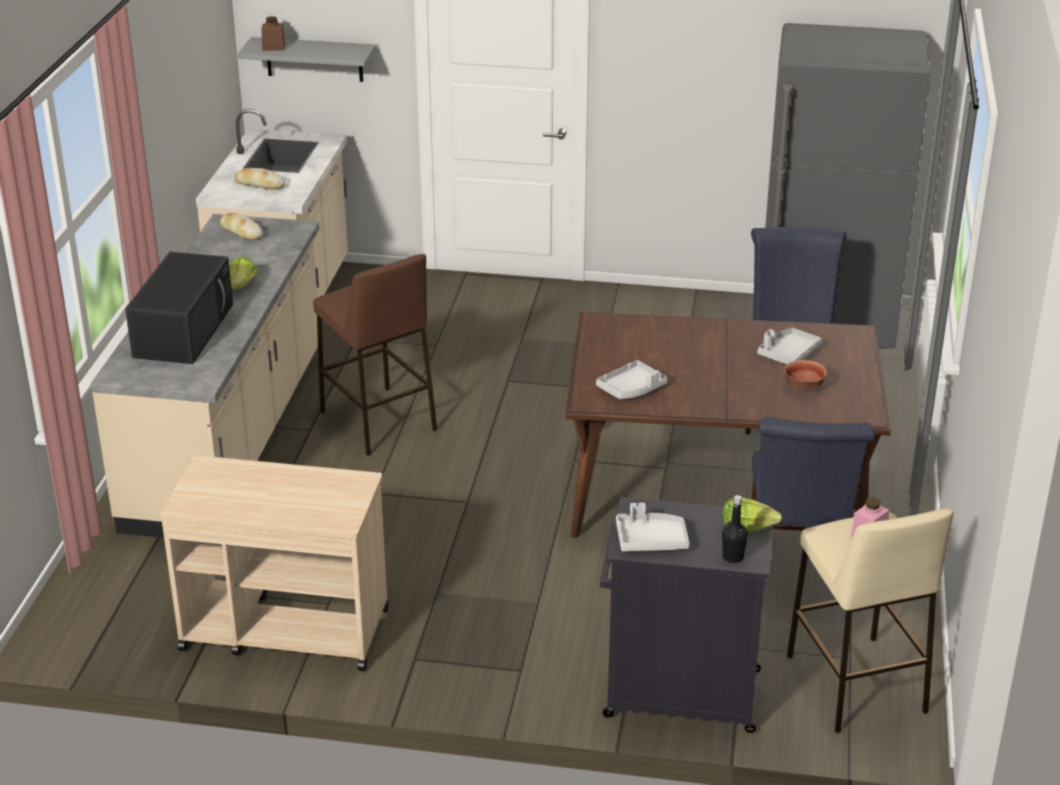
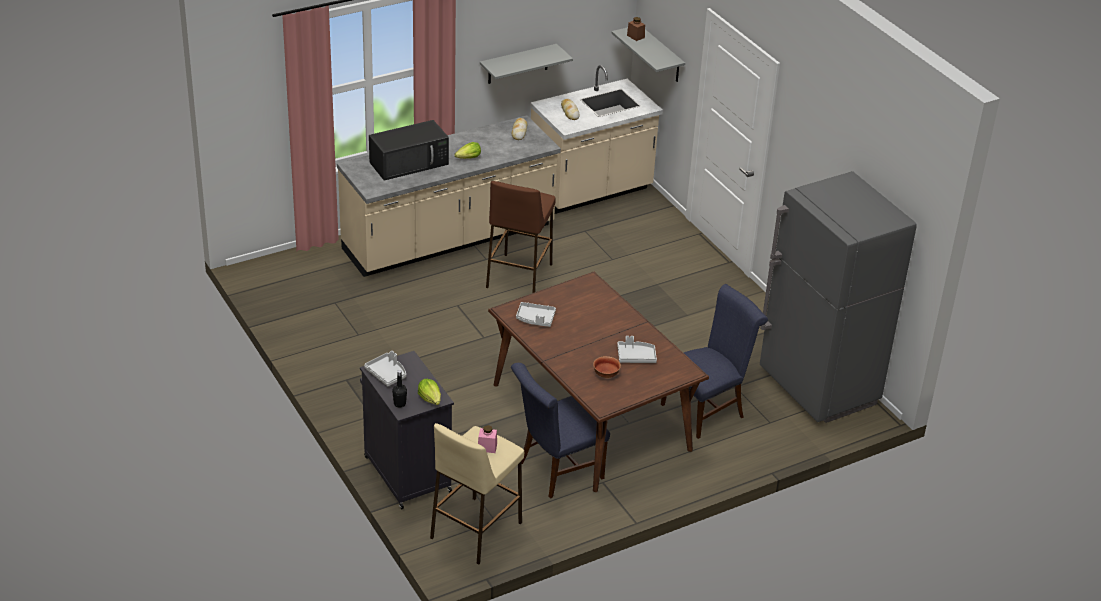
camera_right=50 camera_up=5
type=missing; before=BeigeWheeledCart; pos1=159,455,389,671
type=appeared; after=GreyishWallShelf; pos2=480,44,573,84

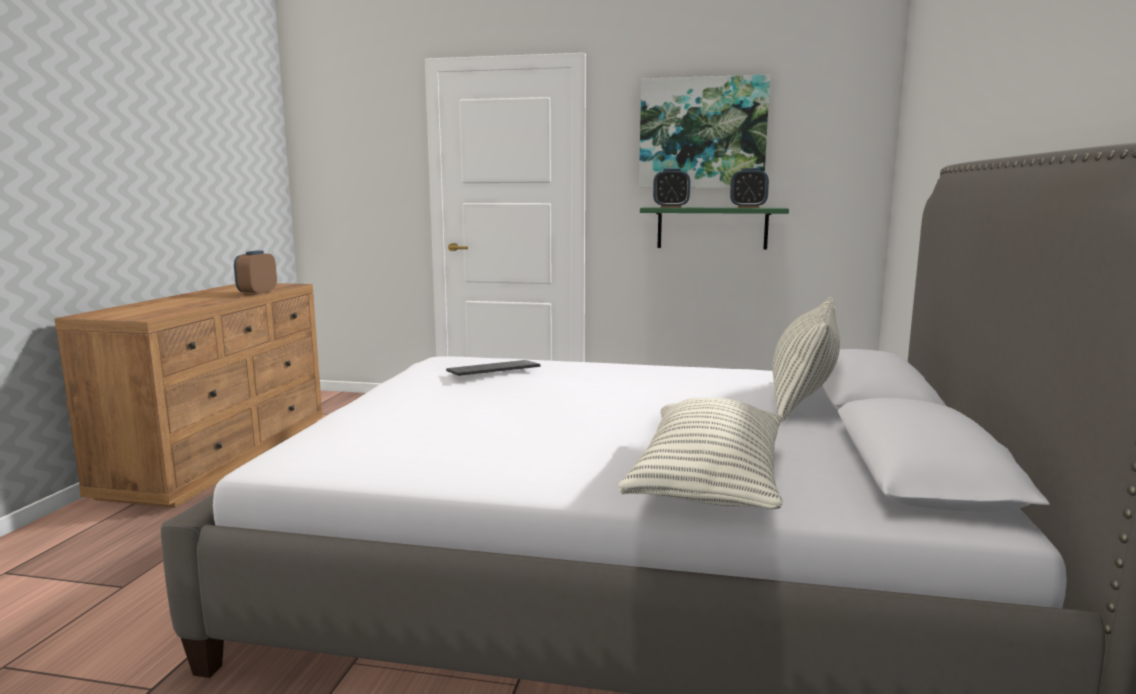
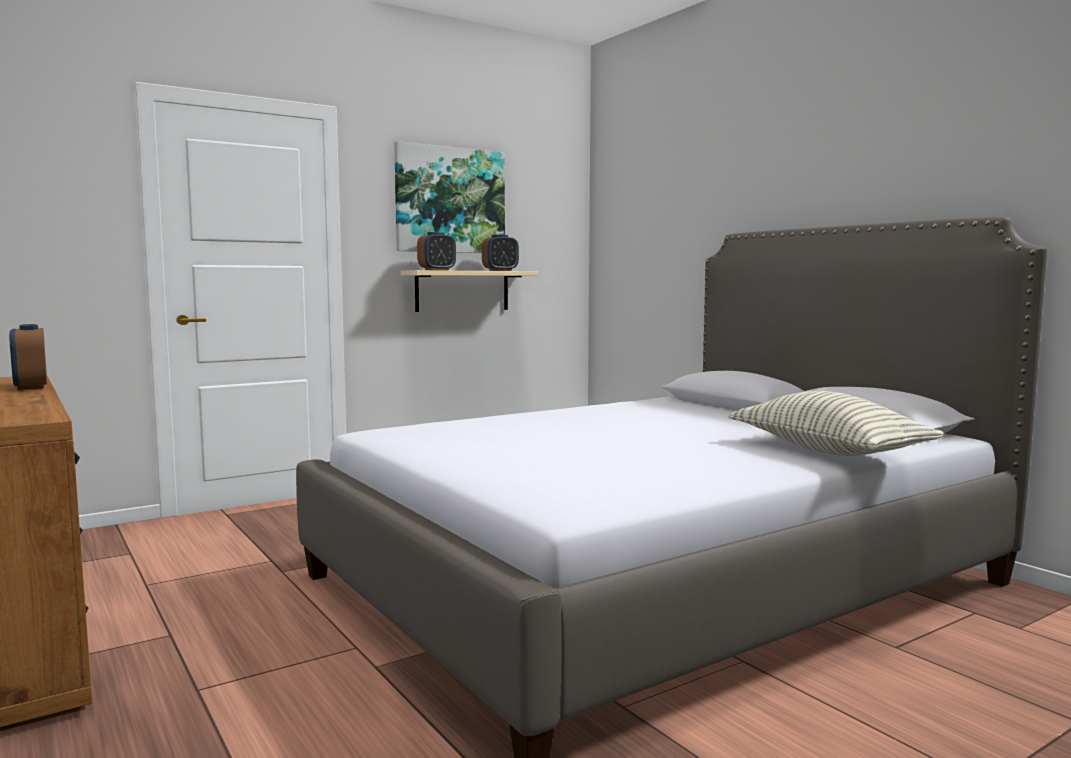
camera_right=-45 camera_up=-5
type=colour; before=GreenColouredWallShelf; after=BeigeWallShelf; pos1=640,207,789,250; pos2=401,270,538,312
type=missing; before=ThrowPillow; pos1=772,297,840,421
type=missing; before=ComputerKeyboard; pos1=446,360,540,376

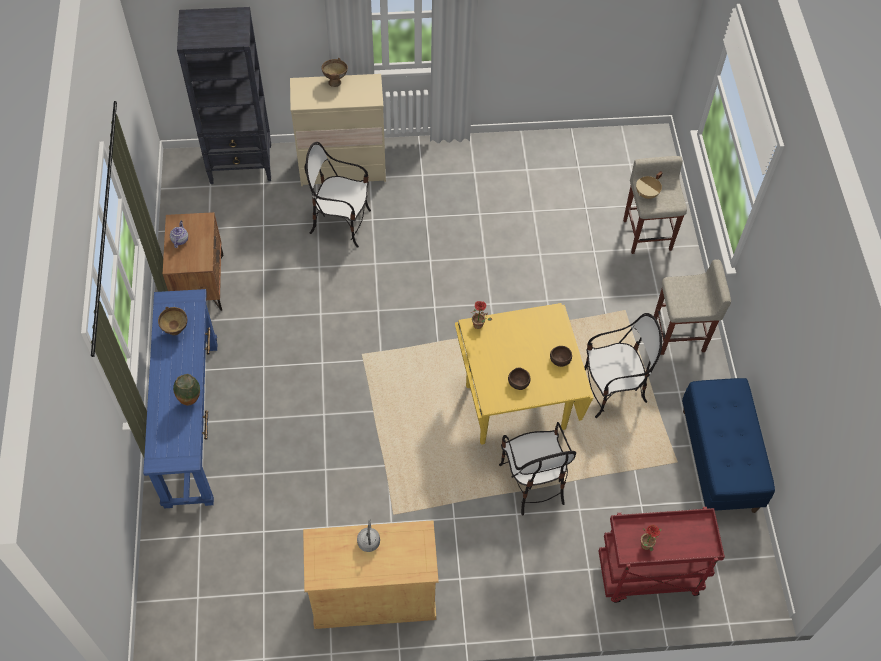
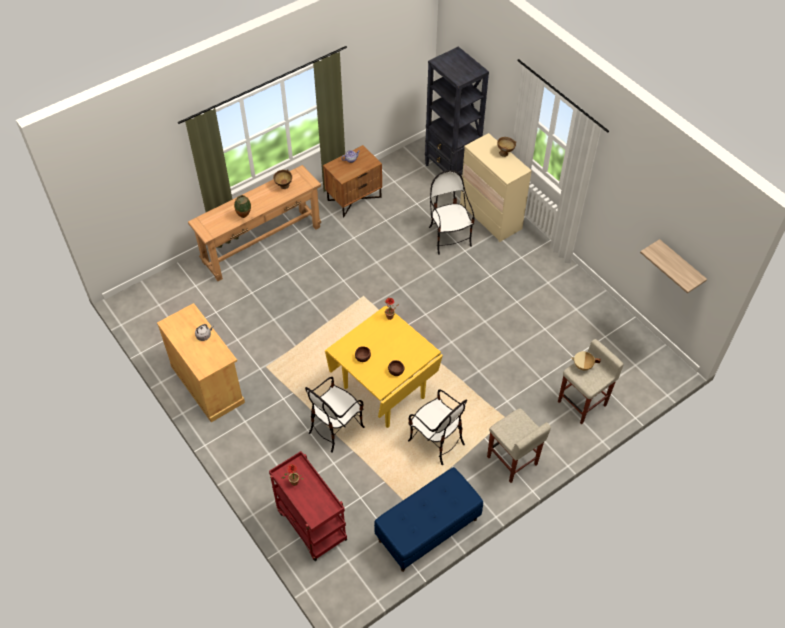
camera_right=60 camera_up=-5
type=colour; before=BlueColouredConsoleTable; after=BrownConsoleTable; pos1=143,289,217,509; pos2=188,165,321,281
type=appeared; after=WallShelf; pos2=640,239,707,293

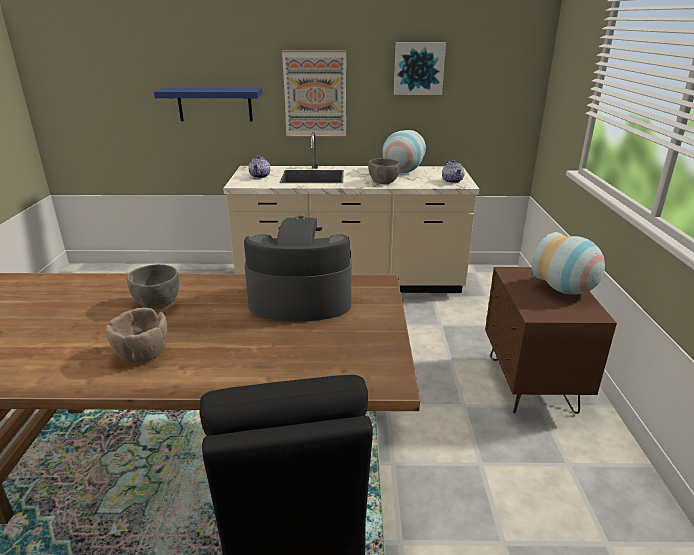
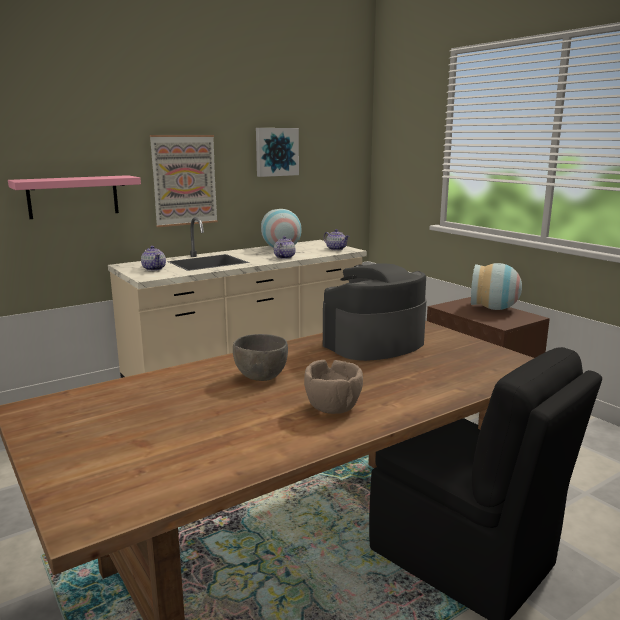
camera_right=-35 camera_up=-10
type=colour; before=BlueColouredWallShelf; after=PinkColouredWallShelf; pos1=154,88,263,121; pos2=8,175,141,219
type=exchanged; before=GreyishServingBowl; after=PotForTea; pos1=368,158,400,184; pos2=274,236,296,259

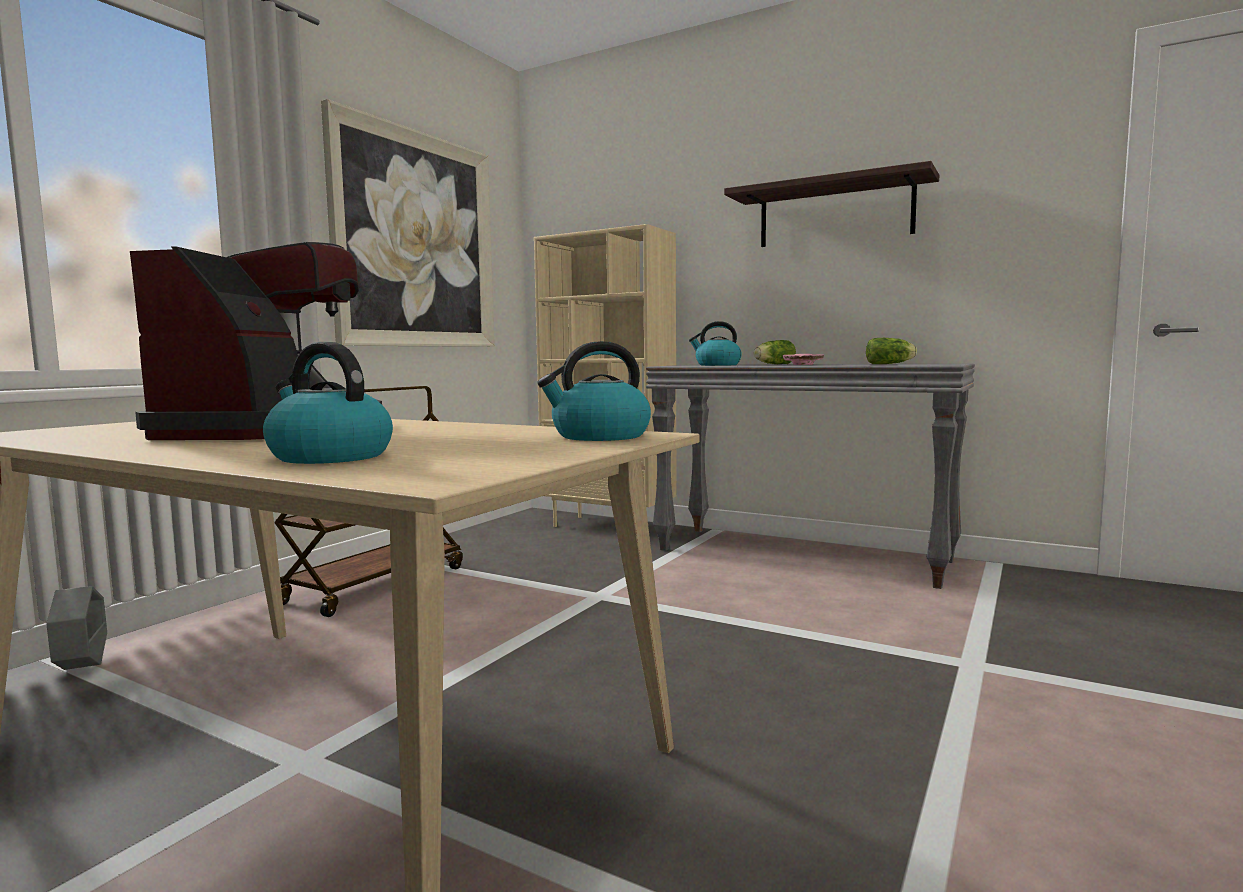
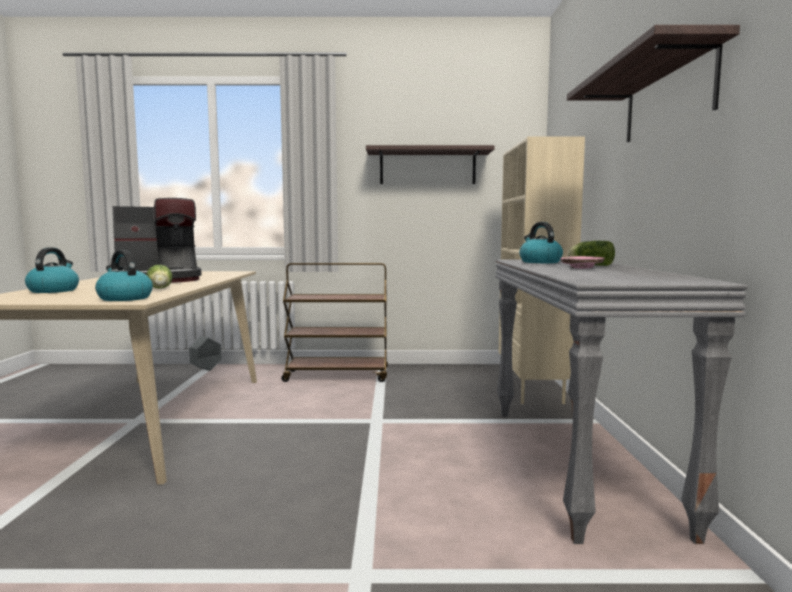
camera_right=60 camera_up=0
type=exchanged; before=WallArt; after=WallShelf; pos1=321,99,495,347; pos2=366,145,495,184
type=relocated; before=LettuceHead; pos1=866,338,917,364; pos2=146,265,173,289

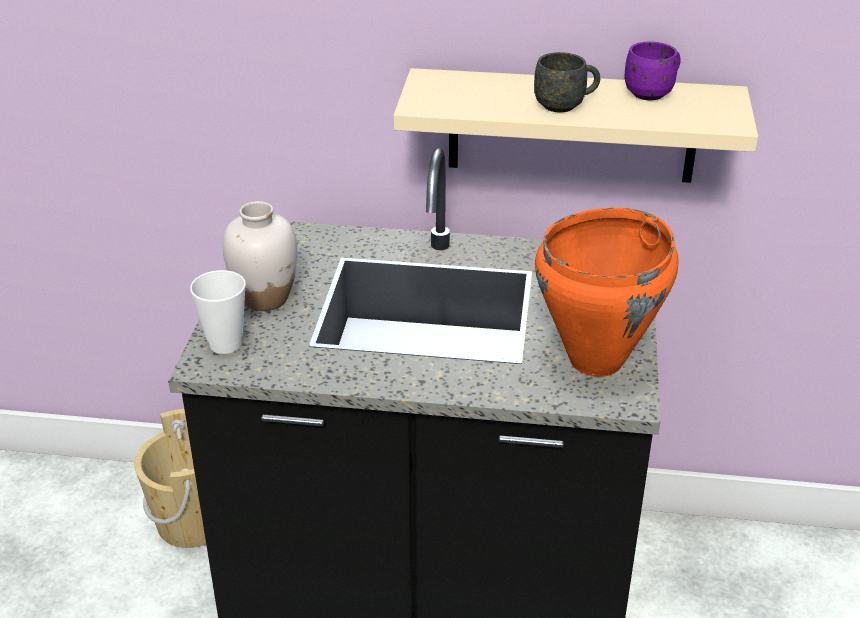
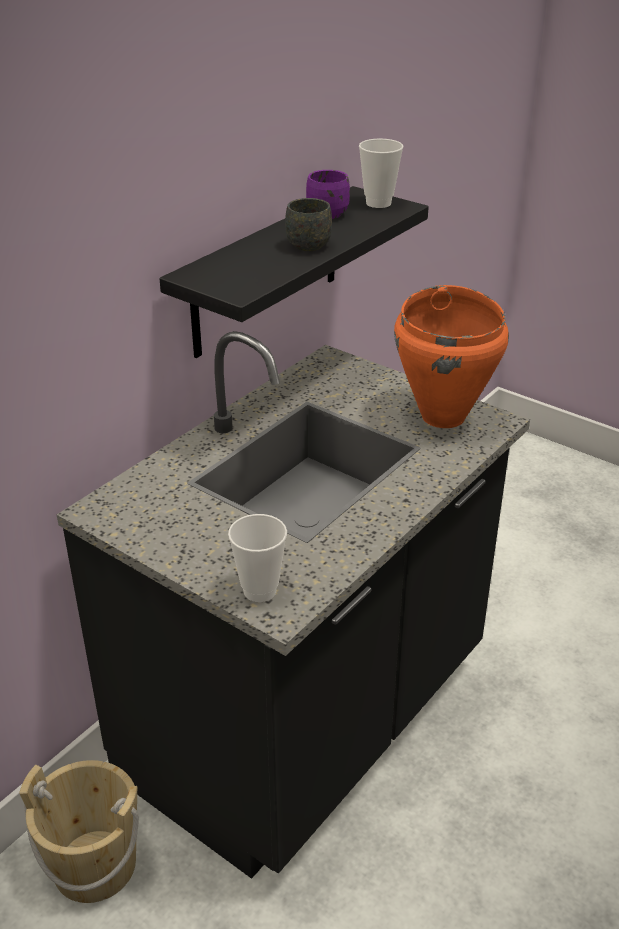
camera_right=-60 camera_up=0
type=colour; before=BeigeWallShelf; after=BlackishWallShelf; pos1=393,68,758,183; pos2=159,186,429,358
type=missing; before=WhiteColouredFlowerVase; pos1=222,201,298,311
type=appeared; after=Cup; pos2=359,139,403,208

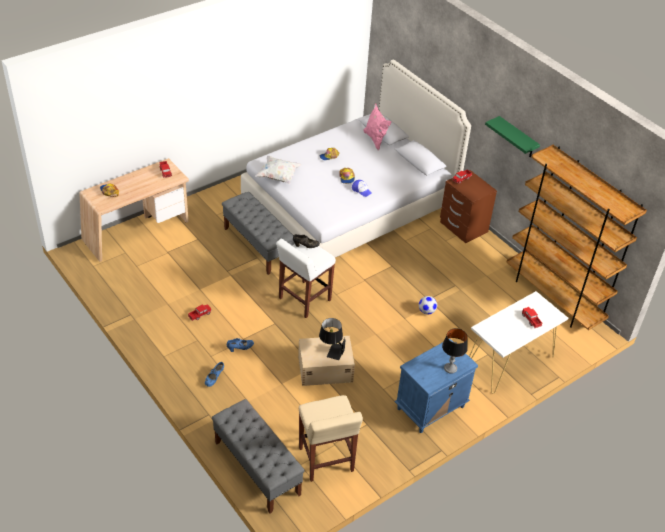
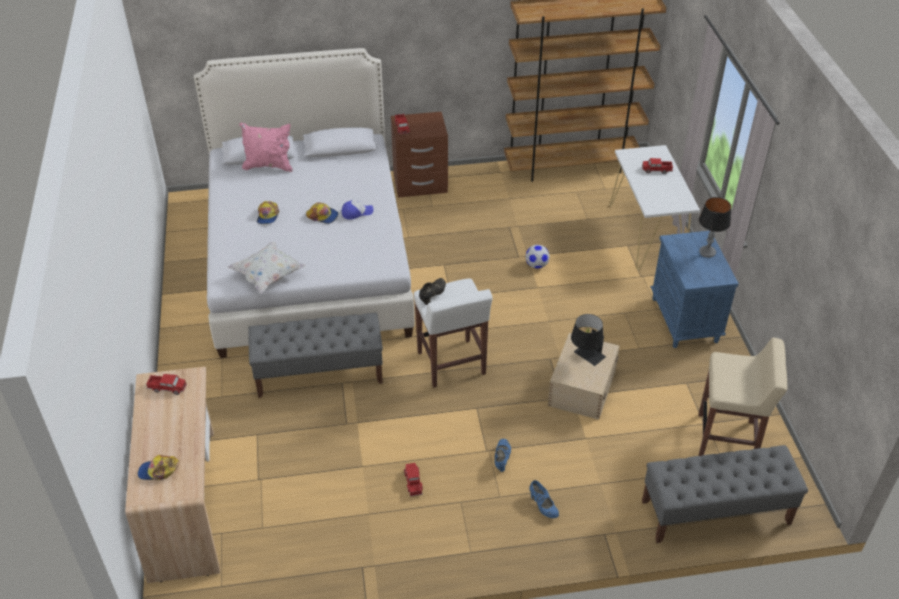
camera_right=-60 camera_up=0
type=missing; before=GreenColouredWallShelf; pos1=485,116,540,157

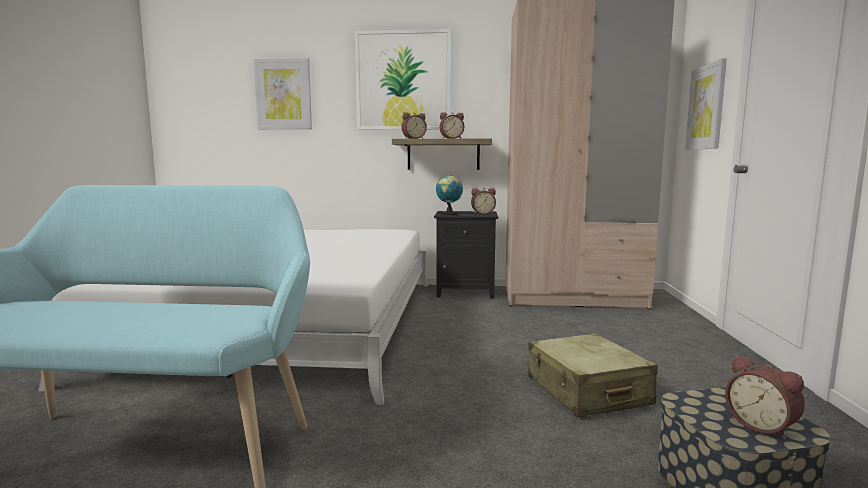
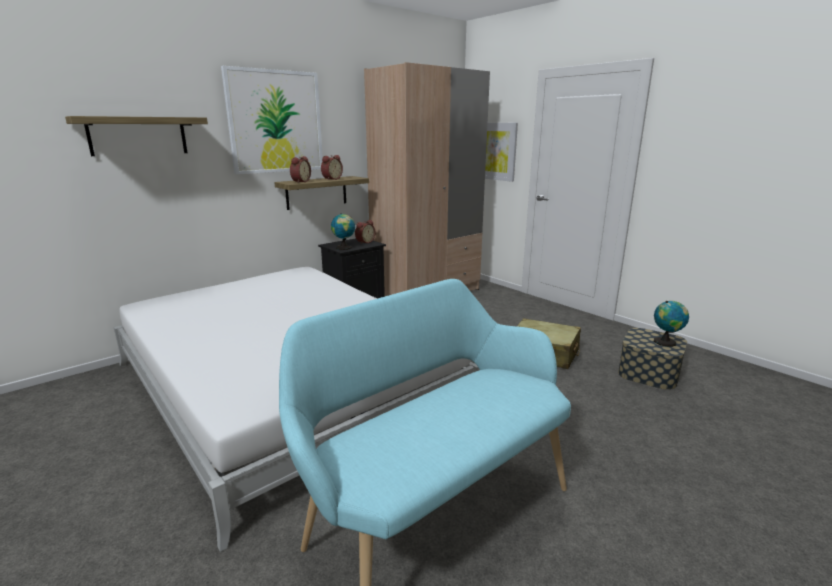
camera_right=-45 camera_up=10
type=exchanged; before=WallArt; after=WallShelf; pos1=254,58,312,129; pos2=65,116,208,156
type=exchanged; before=BedsideClock; after=Globe; pos1=725,355,805,440; pos2=654,301,689,347

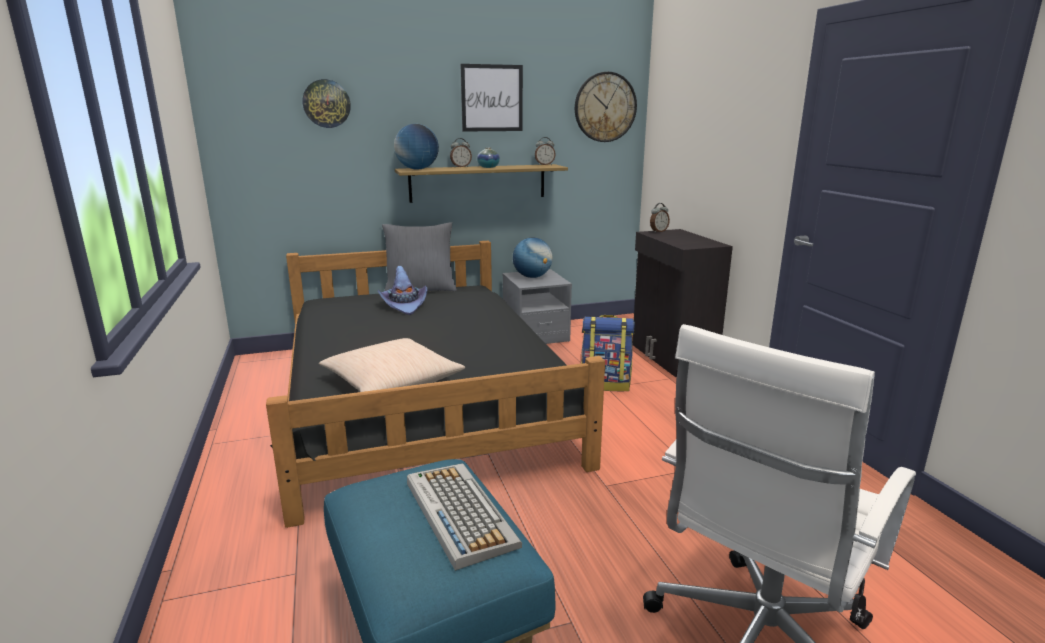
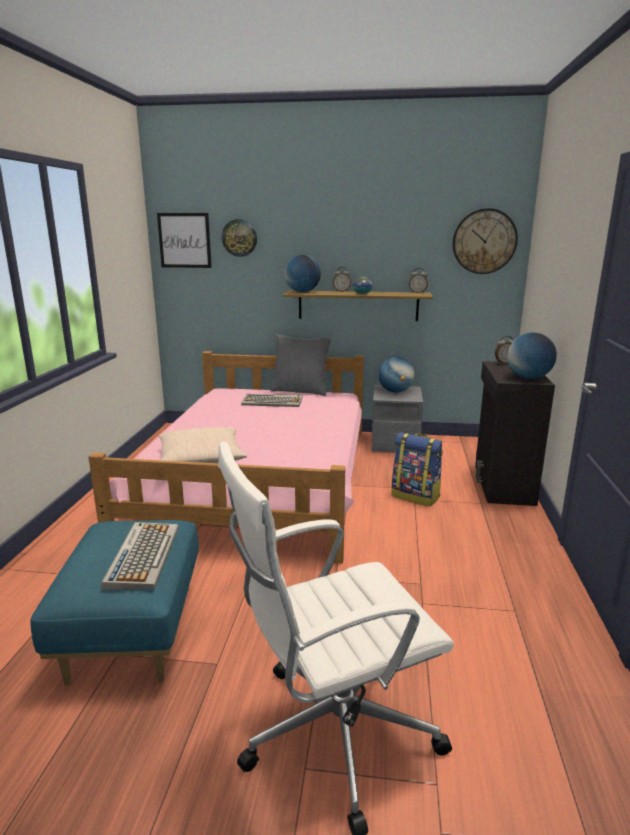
camera_right=25 camera_up=0
type=relocated; before=WallArt; pos1=460,64,523,132; pos2=157,213,212,268
type=colour; before=BlackishBedroomBed; after=PinkColouredBedroomBed; pos1=266,241,605,528; pos2=88,351,364,564
type=exchanged; before=PurplishClothingHat; after=ComputerKeyboard; pos1=377,266,427,315; pos2=241,394,302,407
type=appeared; after=Globe; pos2=507,332,557,379

